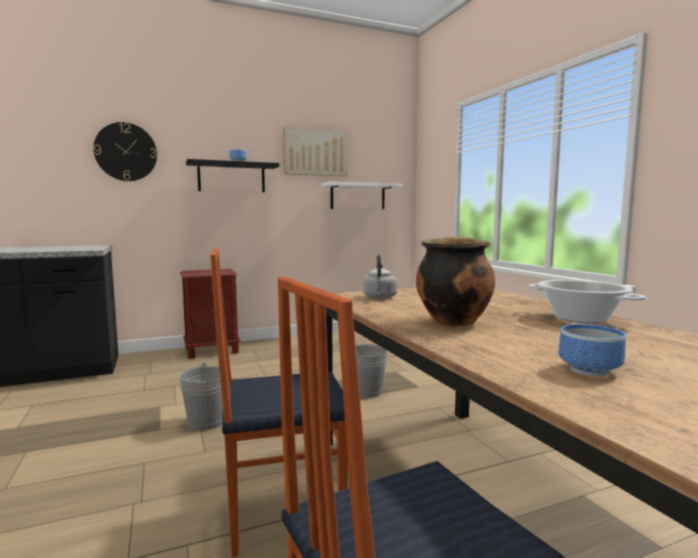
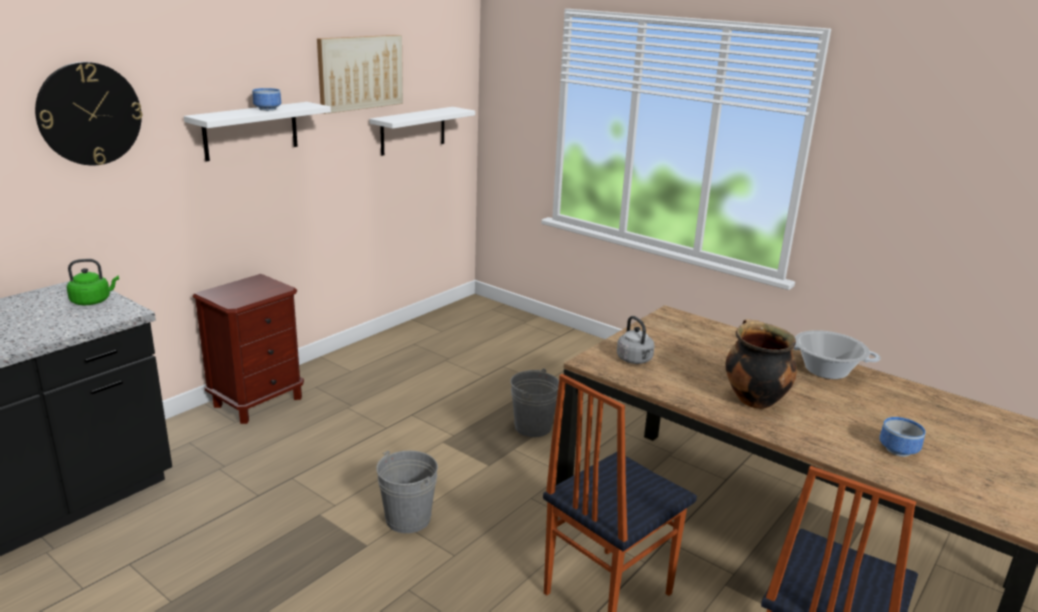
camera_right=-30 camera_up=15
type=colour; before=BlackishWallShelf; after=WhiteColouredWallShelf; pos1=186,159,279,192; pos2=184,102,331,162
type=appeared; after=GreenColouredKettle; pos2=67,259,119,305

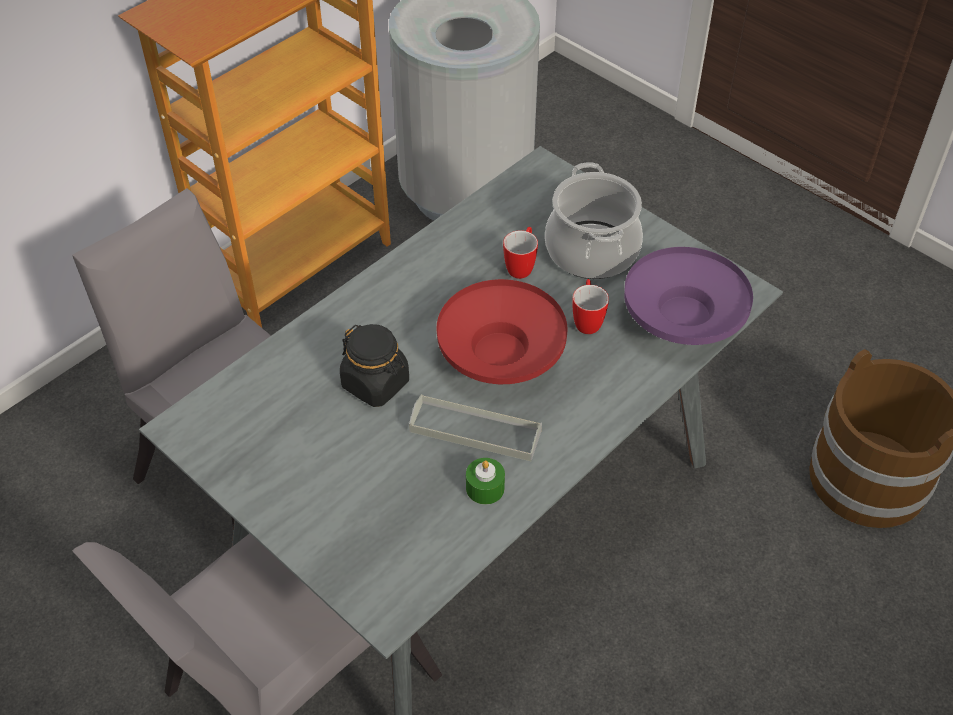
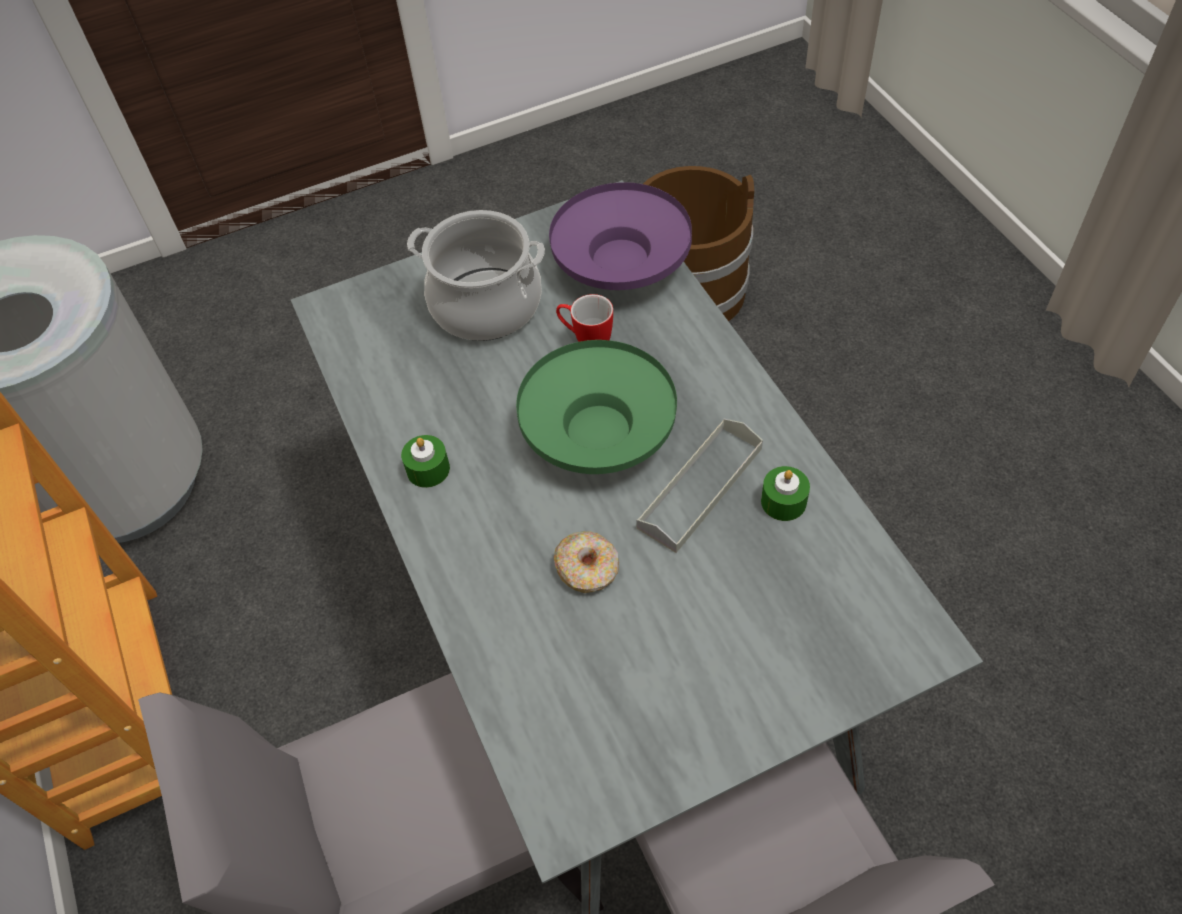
camera_right=-65 camera_up=5
type=missing; before=TeaMug; pos1=503,227,538,279
type=colour; before=RedServingBowl; after=GreenColouredServingBowl; pos1=437,279,567,384; pos2=516,340,677,474
type=exchanged; before=BlackishStorageJar; after=Donut; pos1=340,324,409,407; pos2=554,531,619,593
type=appeared; after=GreenColouredCandle; pos2=401,435,450,488

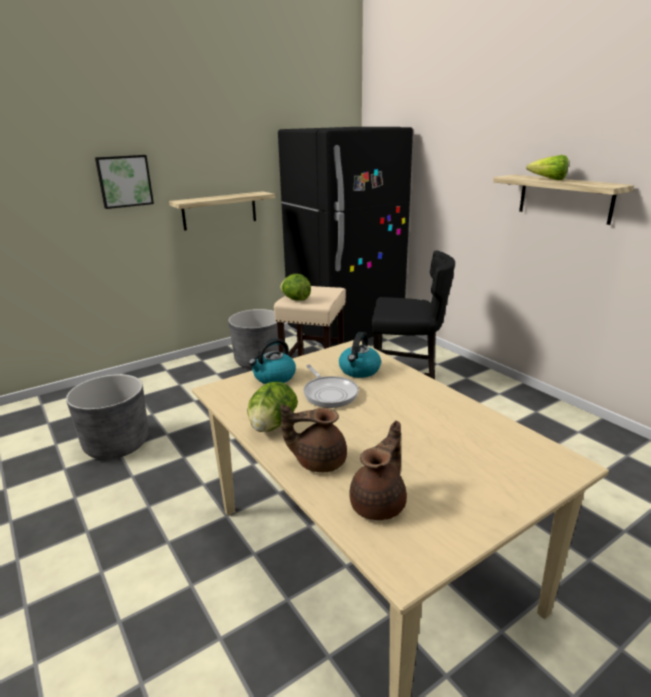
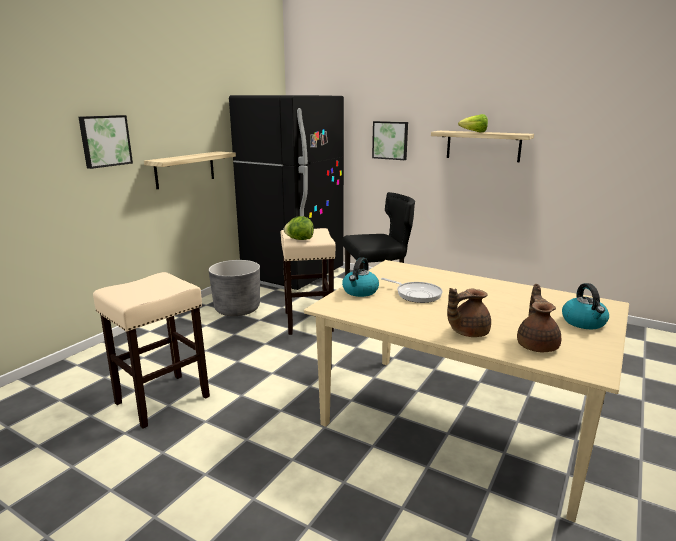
camera_right=-25 camera_up=-5
type=relocated; before=Kettle; pos1=339,332,381,378; pos2=562,283,609,329
type=exchanged; before=GreyishFlowerPot; after=BeigeStool; pos1=66,374,149,459; pos2=93,272,210,428
type=missing; before=LettuceHead; pos1=248,382,298,432
type=appeared; after=WallArt; pos2=372,121,408,160

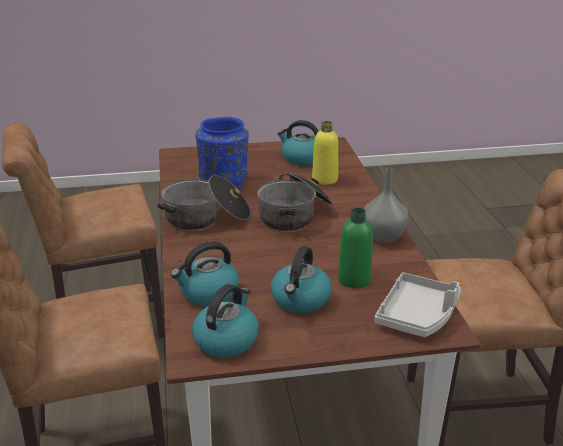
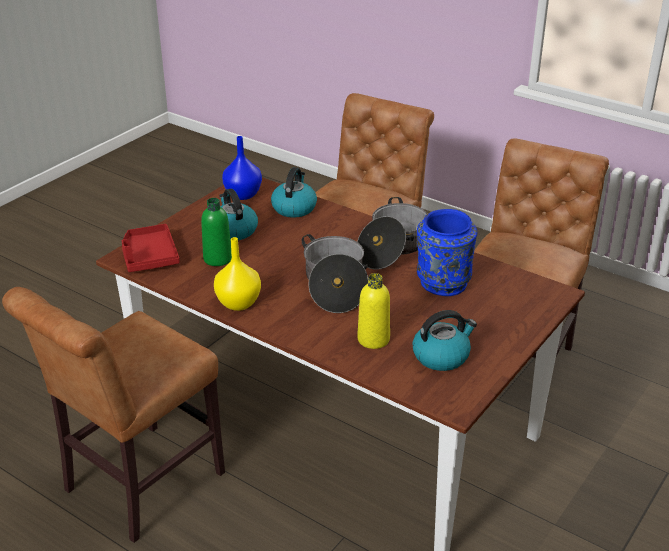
camera_right=135 camera_up=5
type=colour; before=GreyishFlowerVase; after=YellowFlowerVase; pos1=364,168,409,243; pos2=214,237,261,311
type=colour; before=GreyishServingTray; after=RedServingTray; pos1=375,272,461,337; pos2=121,224,180,272
type=exchanged; before=Kettle; after=BlueColouredFlowerVase; pos1=192,284,259,358; pos2=222,136,262,200

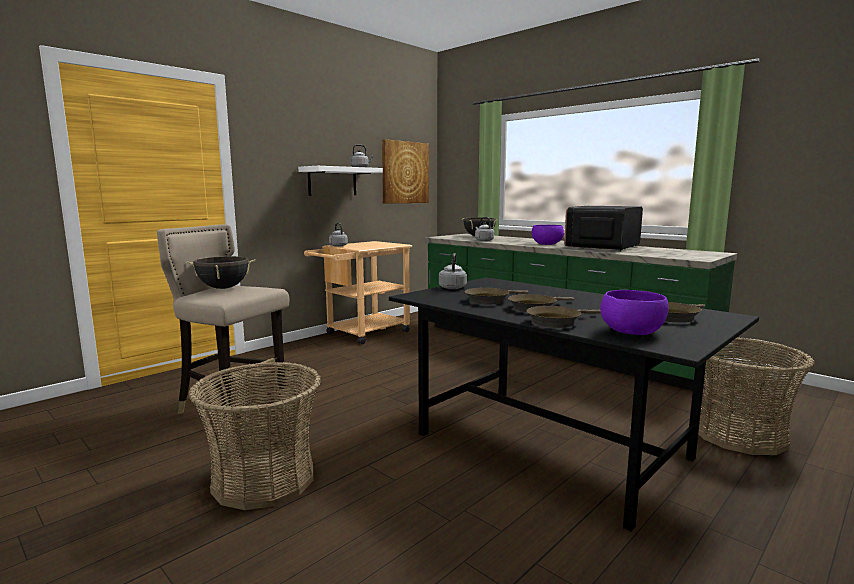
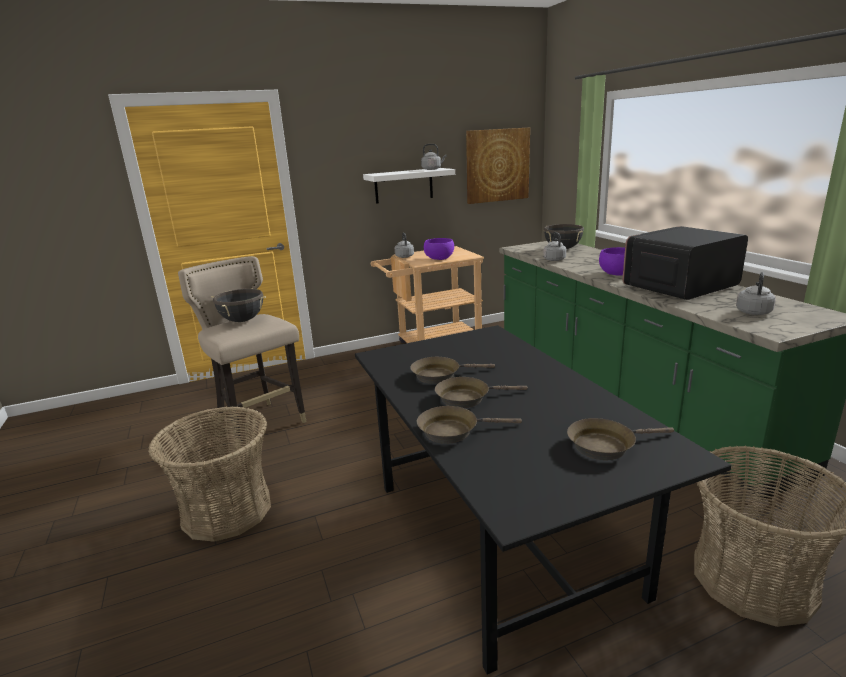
camera_right=25 camera_up=10
type=relocated; before=GreyishKettle; pos1=439,253,467,289; pos2=736,272,776,315
type=relocated; before=PurplishServingBowl; pos1=600,290,669,335; pos2=424,238,454,260

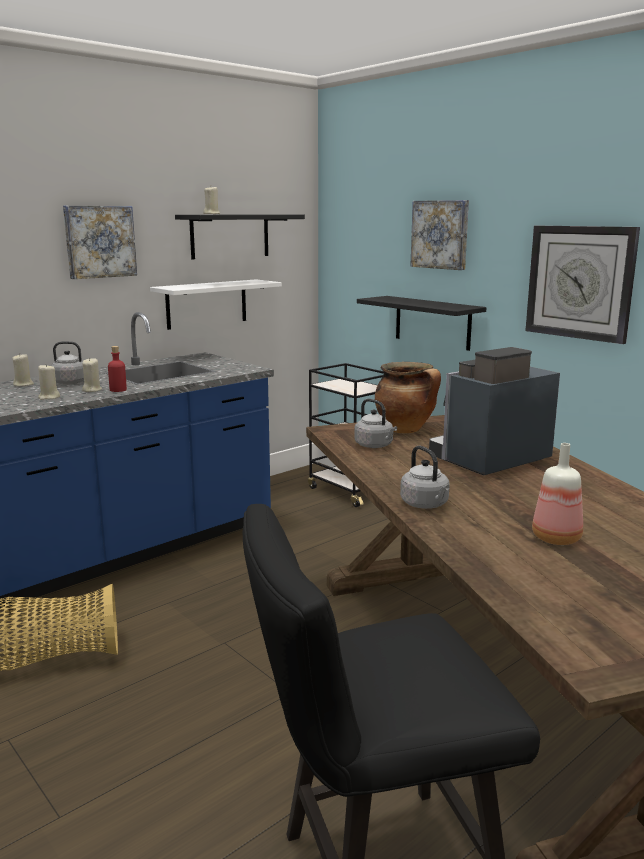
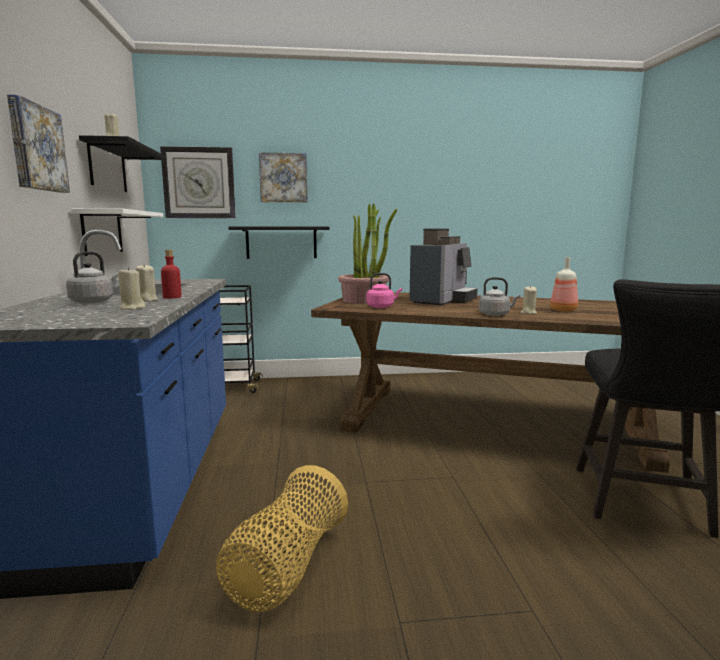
camera_right=-55 camera_up=-5
type=relocated; before=HangingClock; pos1=525,226,640,344; pos2=160,146,236,218
type=spun; before=CoffeeMaker; pos1=429,347,560,476; pos2=409,228,478,305; turn=-150
type=relocated; before=BeigeCandle; pos1=12,353,34,386; pos2=520,286,537,314
type=exchanged; before=Stockpot; after=Houseplant; pos1=375,362,441,434; pos2=338,203,397,304
type=colour; before=GreyishKettle; after=PinkColouredKettle; pos1=354,399,397,448; pos2=366,273,402,308

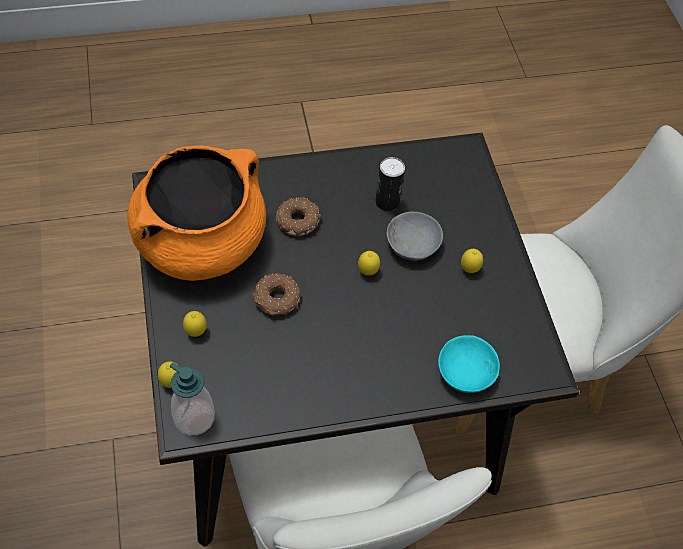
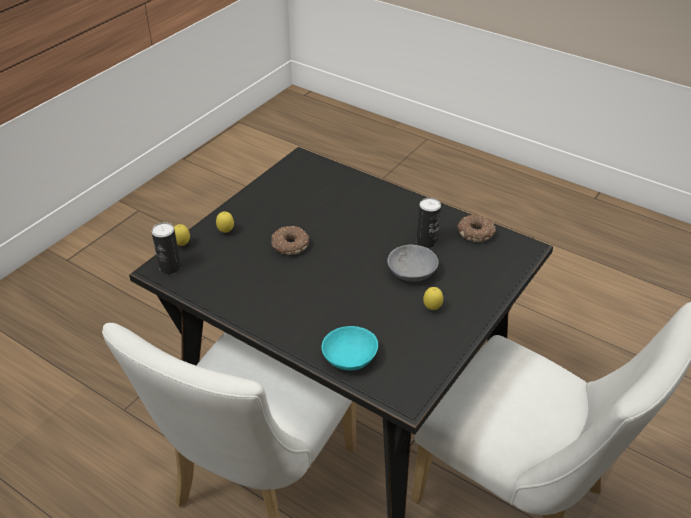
camera_right=50 camera_up=-15
type=missing; before=OrangeyStockpot; pos1=127,145,266,281
type=relocated; before=Donut; pos1=276,197,321,237; pos2=458,215,496,242
type=missing; before=Lemon; pos1=358,251,380,276
type=exchanged; before=SoapDispenser; after=Can; pos1=170,363,215,435; pos2=151,222,181,274

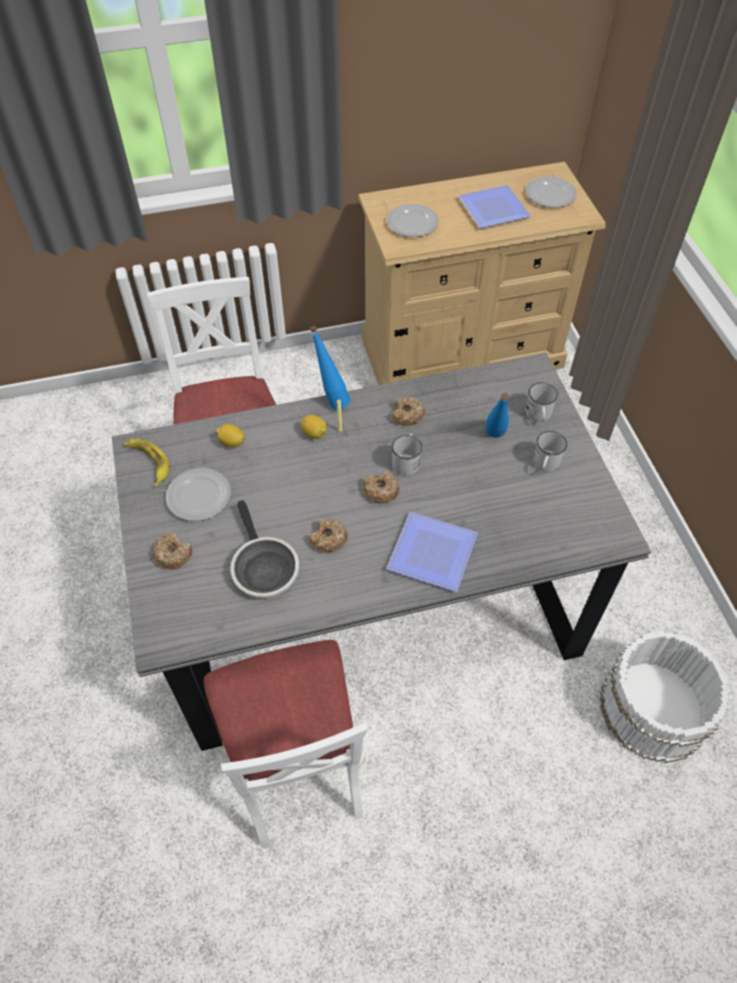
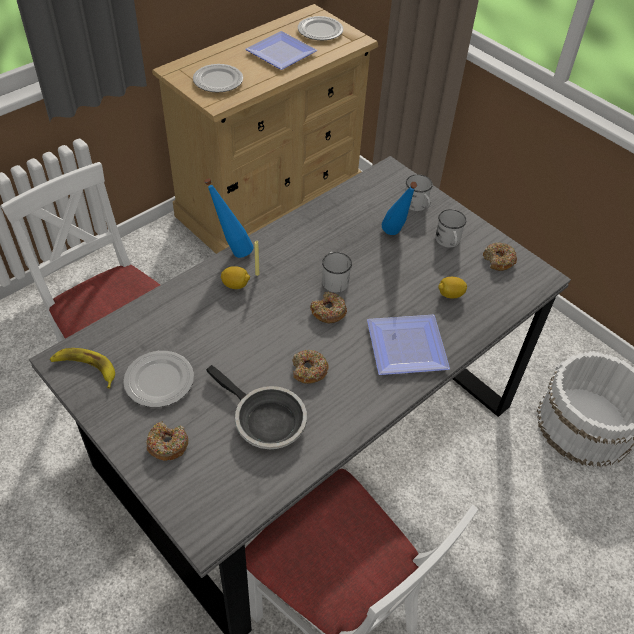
camera_right=-30 camera_up=-5
type=relocated; before=Donut; pos1=392,396,425,426; pos2=483,243,517,271
type=relocated; before=Lemon; pos1=216,424,245,447; pos2=438,277,467,299

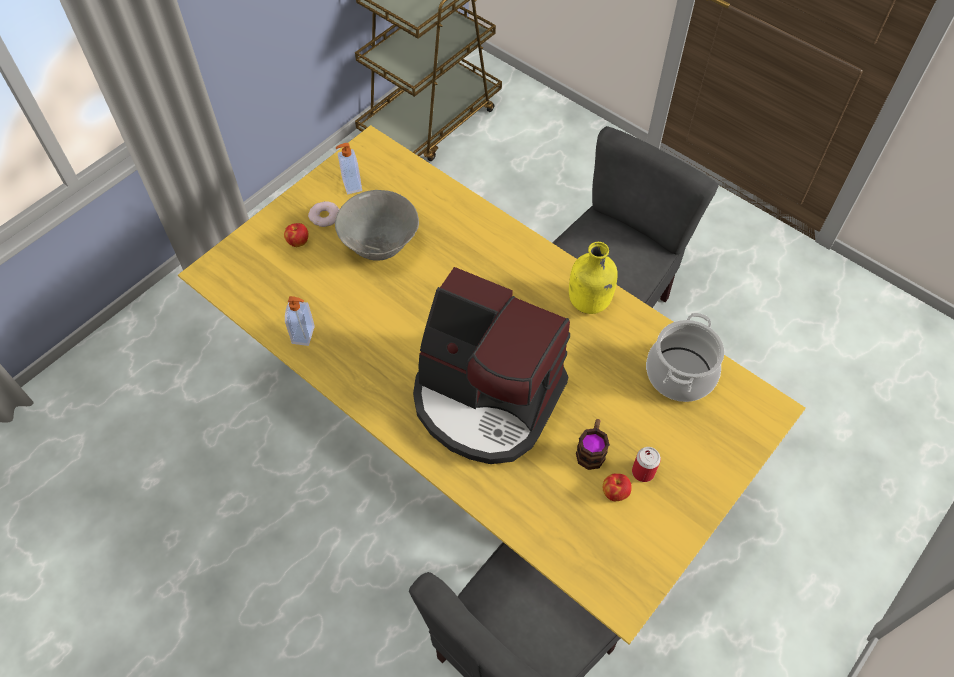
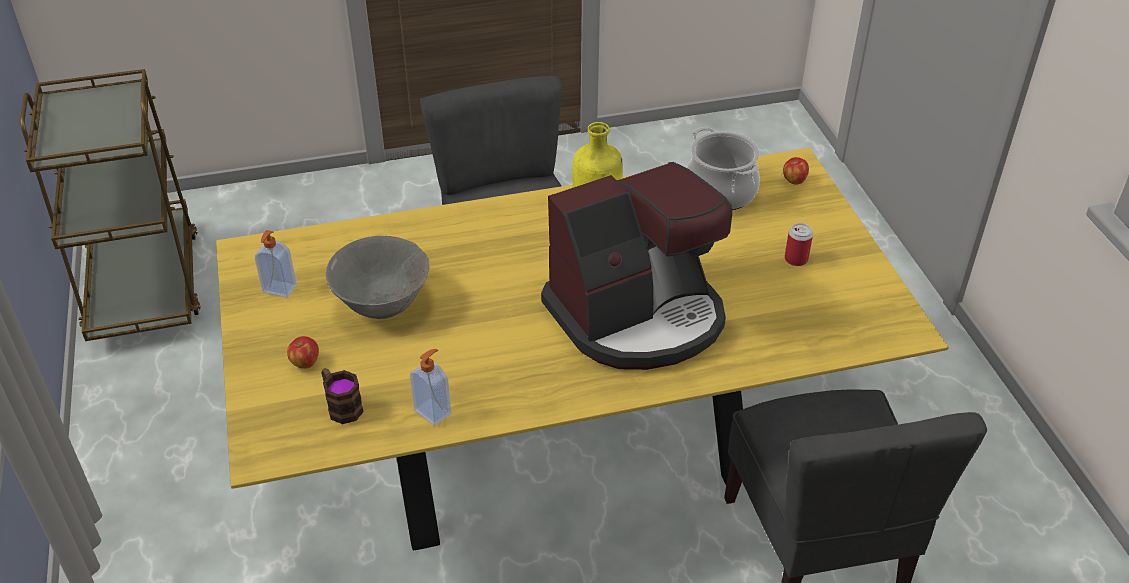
camera_right=-55 camera_up=-15
type=missing; before=Donut; pos1=308,201,339,227
type=relocated; before=TeaMug; pos1=576,419,610,470; pos2=322,368,364,424
type=relocated; before=AppleFruit; pos1=603,473,632,501; pos2=783,157,809,185

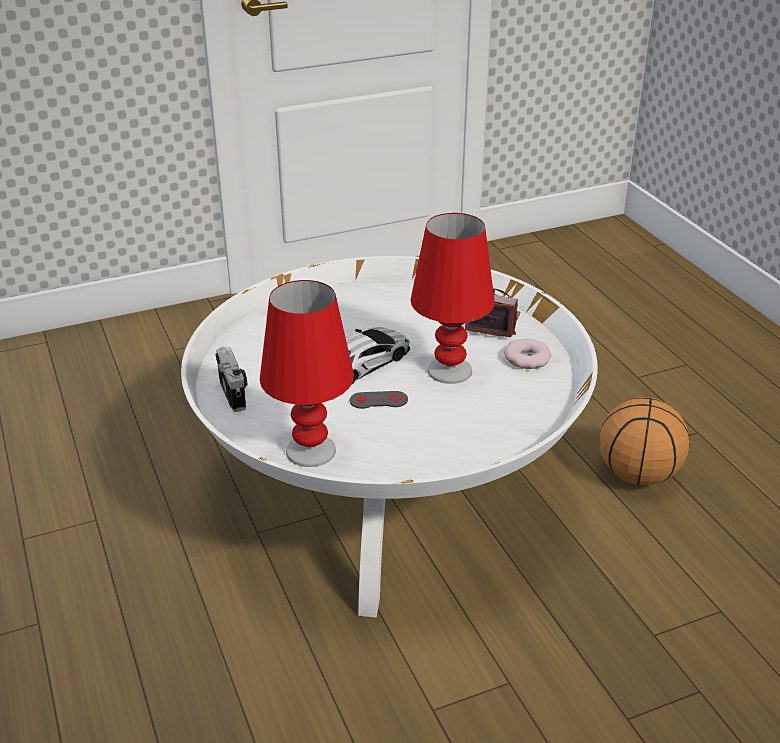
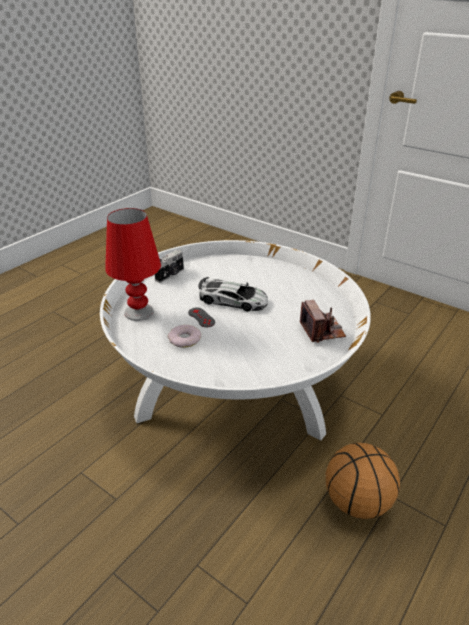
camera_right=60 camera_up=0
type=missing; before=RedTabletopLamp; pos1=411,213,495,384
type=relocated; before=Donut; pos1=504,338,551,369; pos2=168,325,201,347

